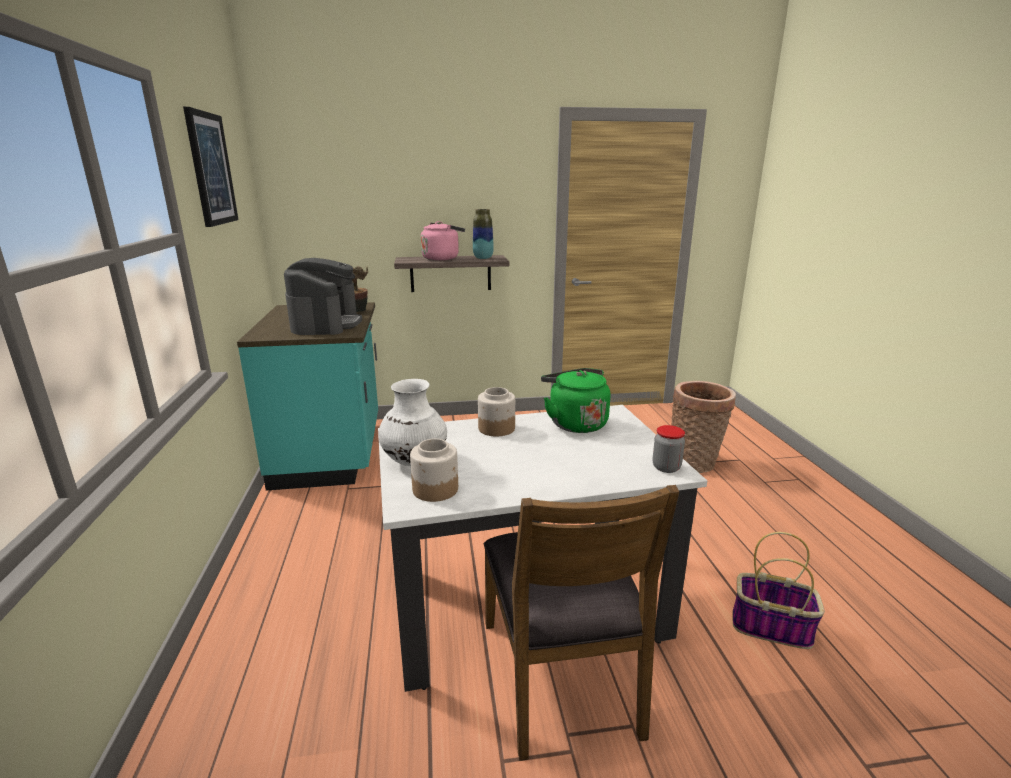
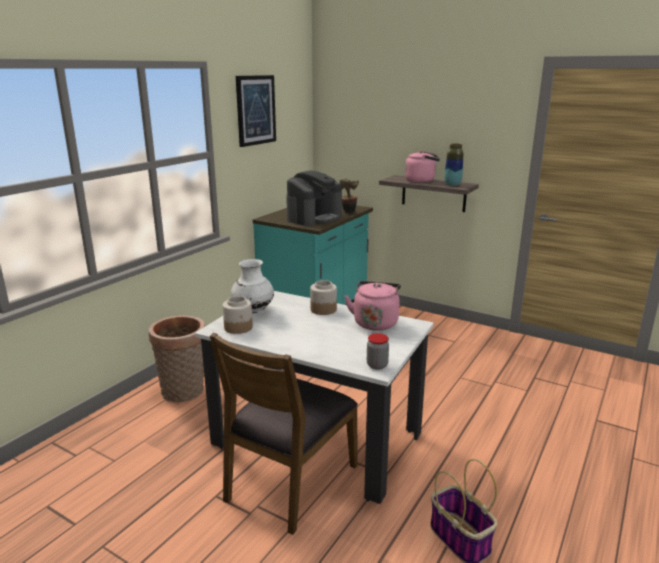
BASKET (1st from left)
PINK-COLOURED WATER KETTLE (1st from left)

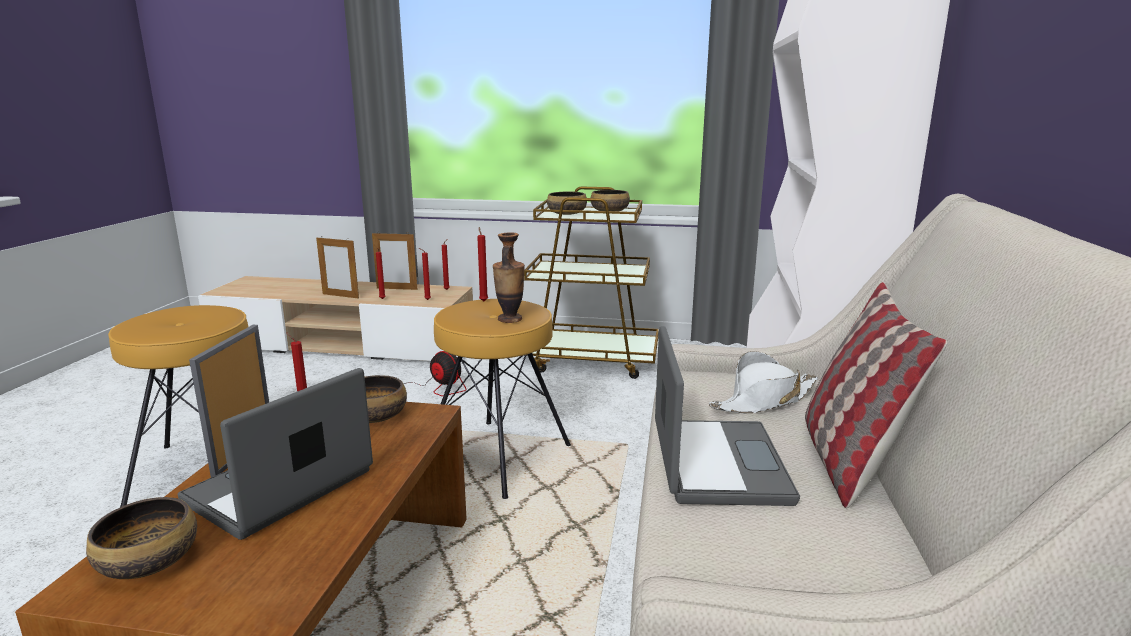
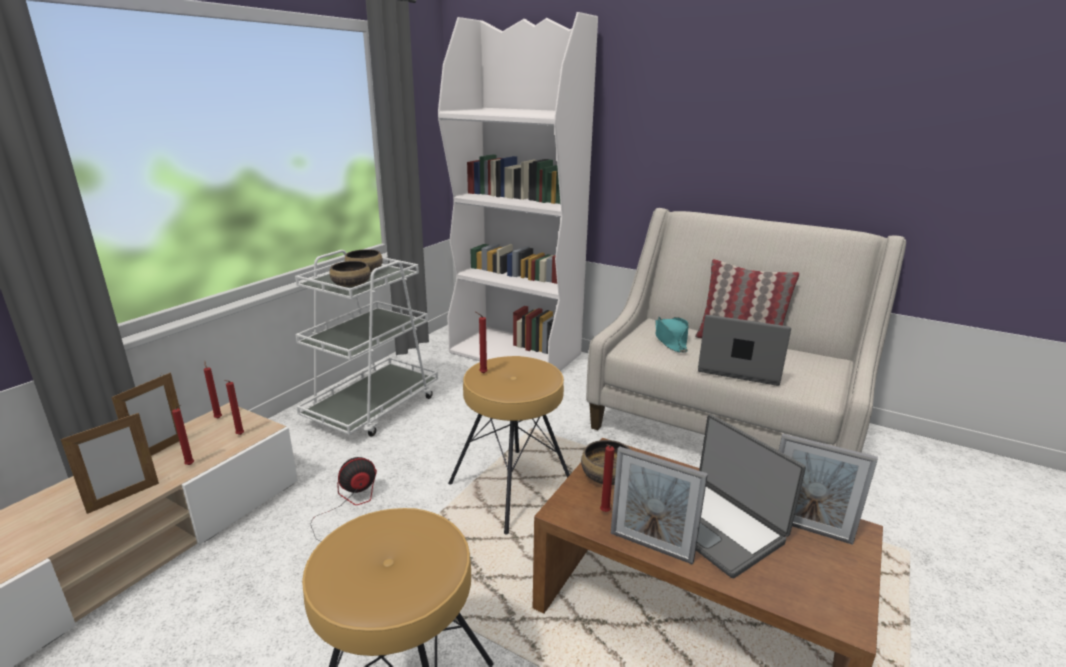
BOWL (1st from left in the first image)
DECORATIVE VASE
PHOTO FRAME (4th from left)
WHITE-COLOURED WHEELED CART
TURQUOISE WEARABLE HAT

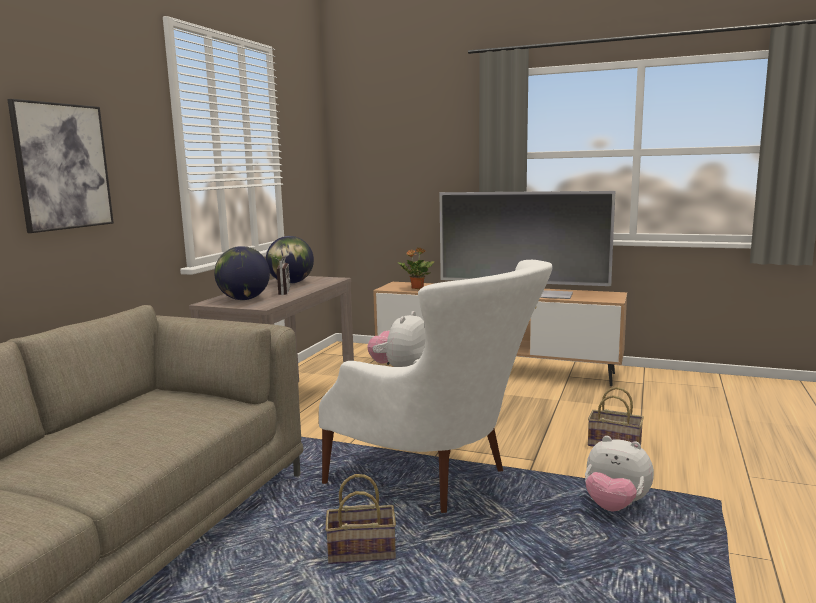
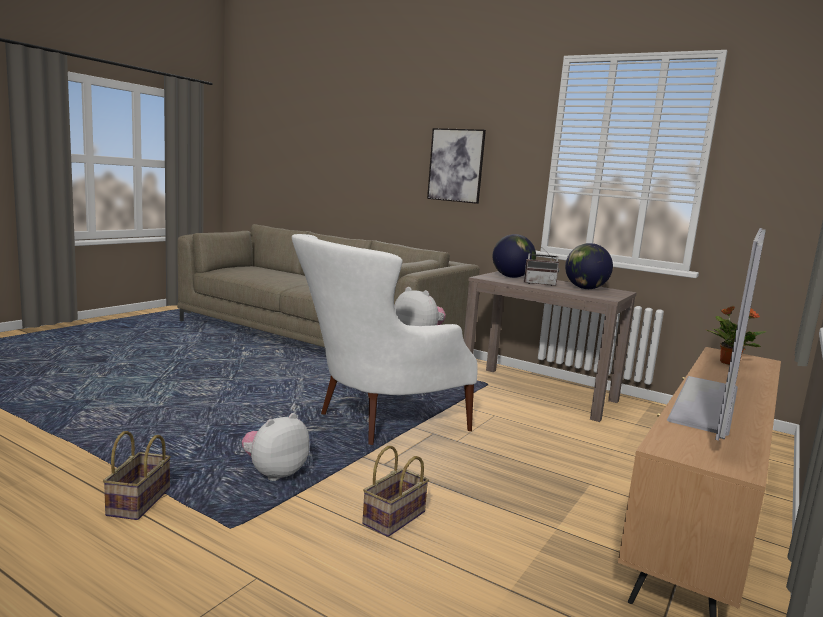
BASKET (1st from left)

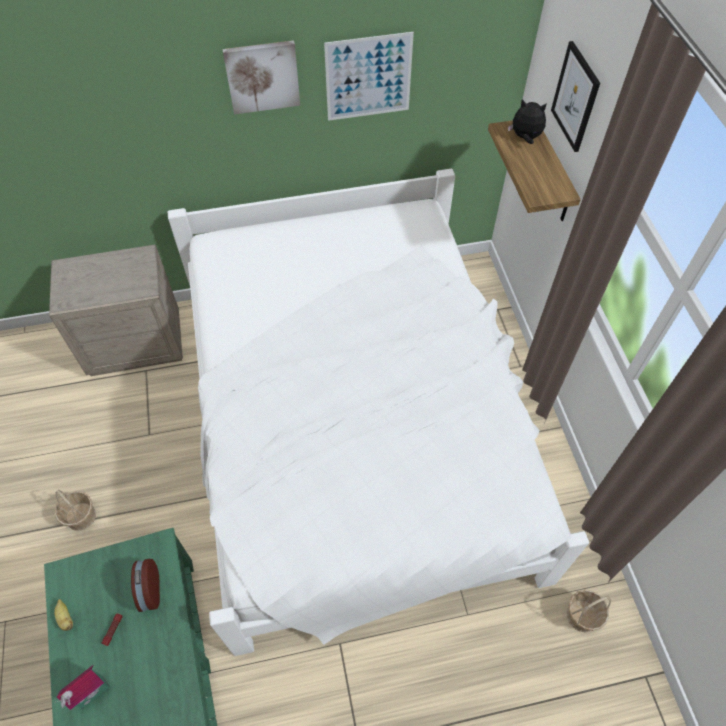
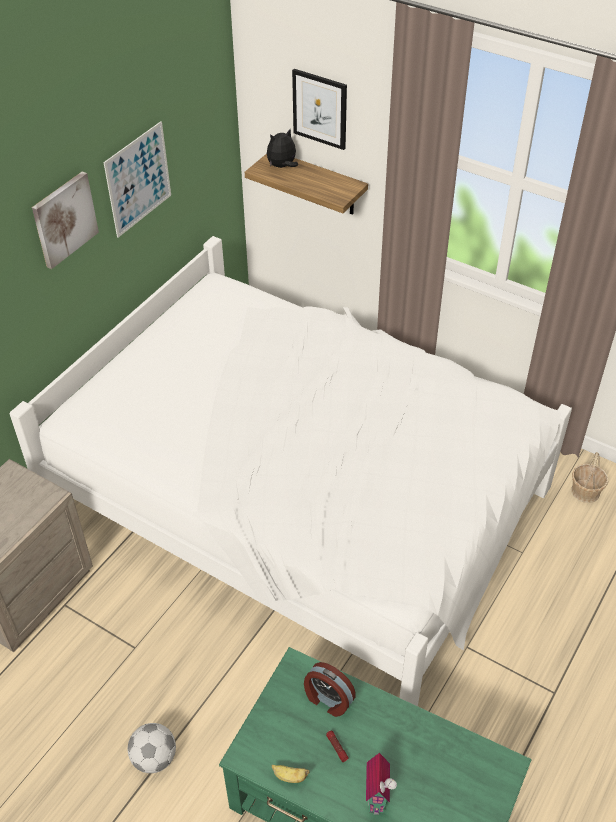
FOOTBALL BALL

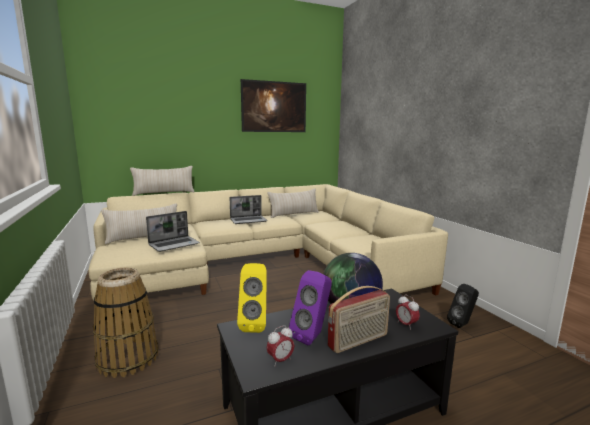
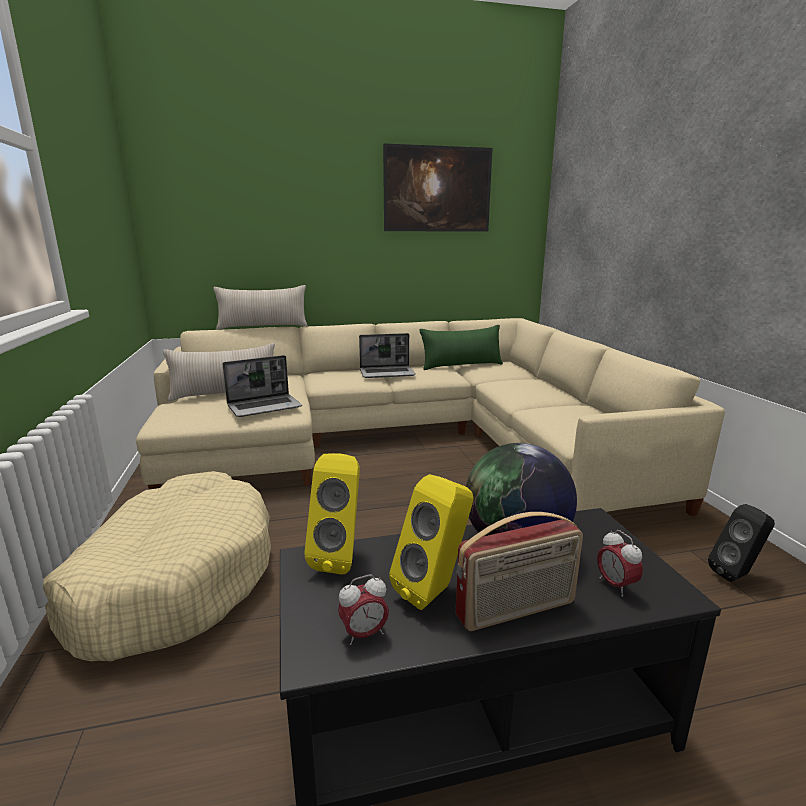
BEIGE PET BED
GREENISH THROW PILLOW
YELLOWISH AUDIO SPEAKER (2nd from left)

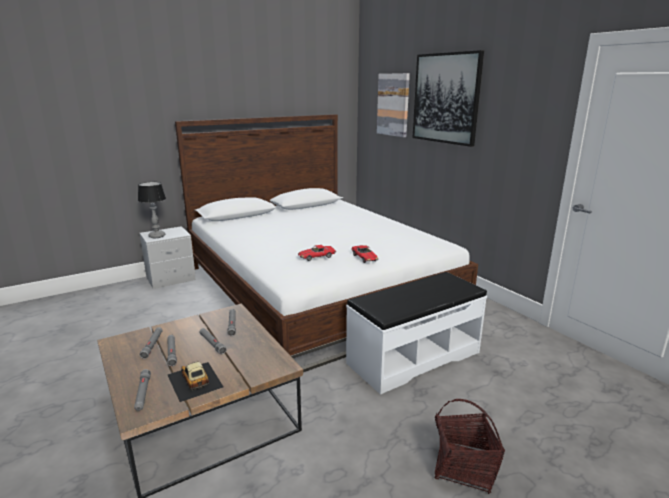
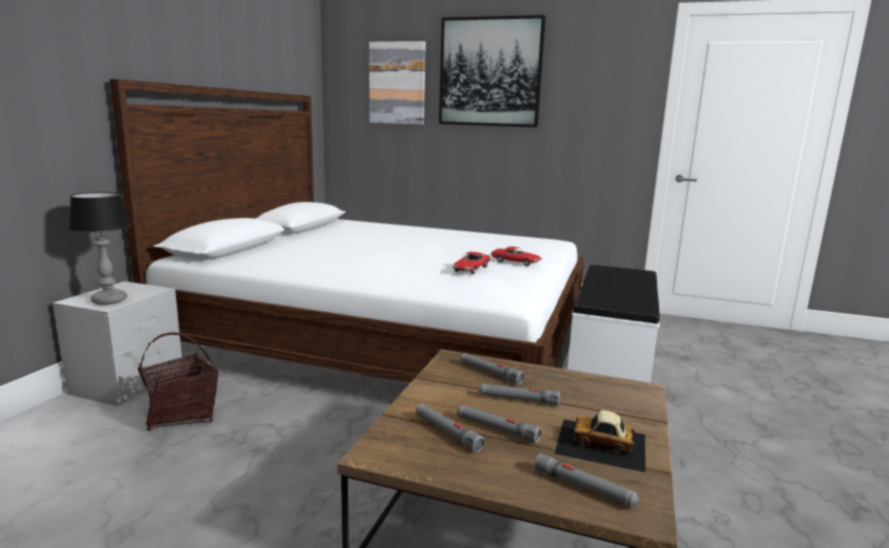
BASKET

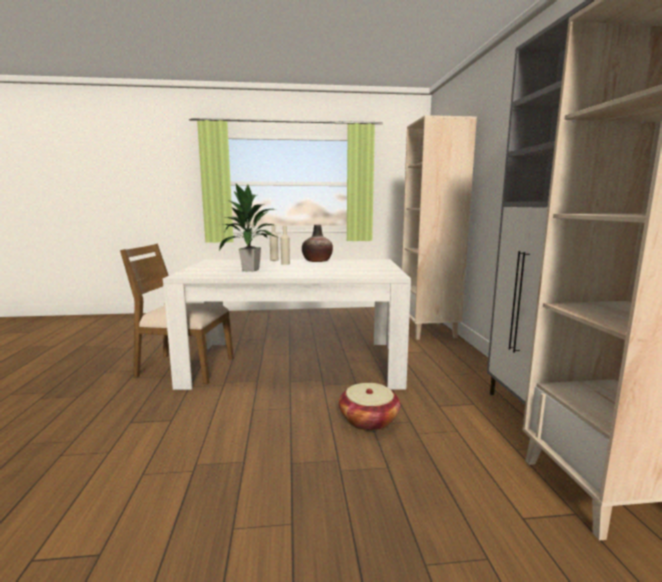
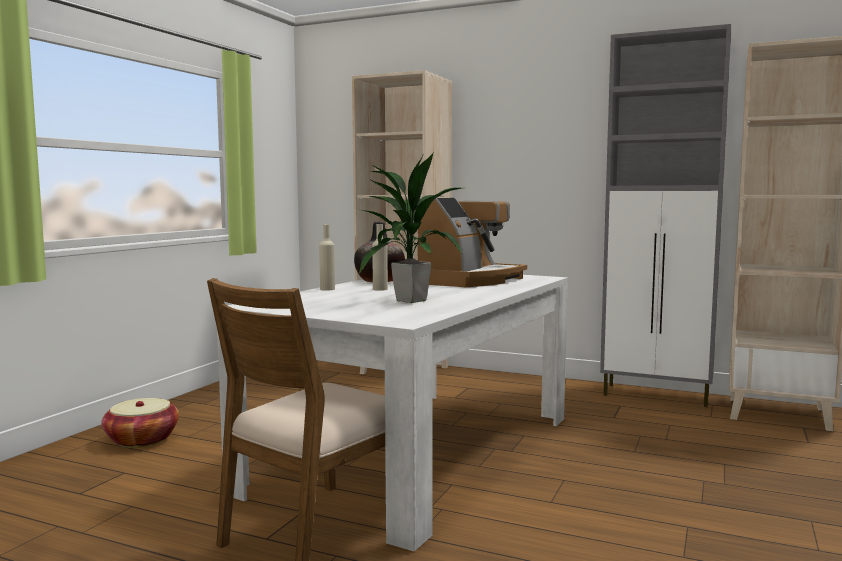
COFFEE MACHINE
BASKET

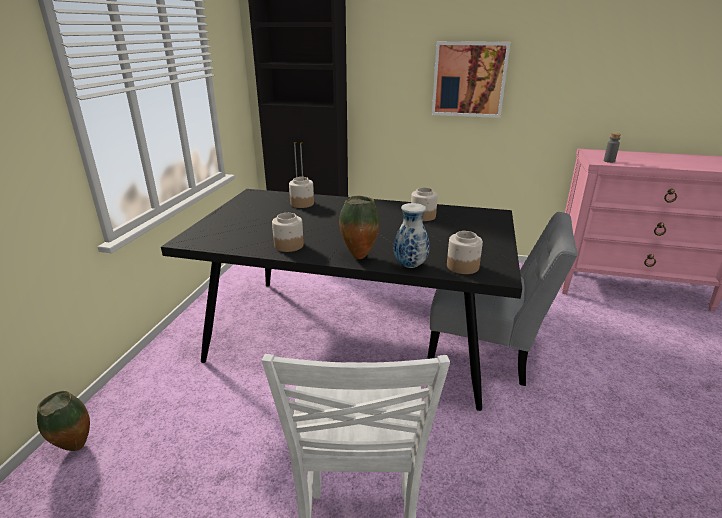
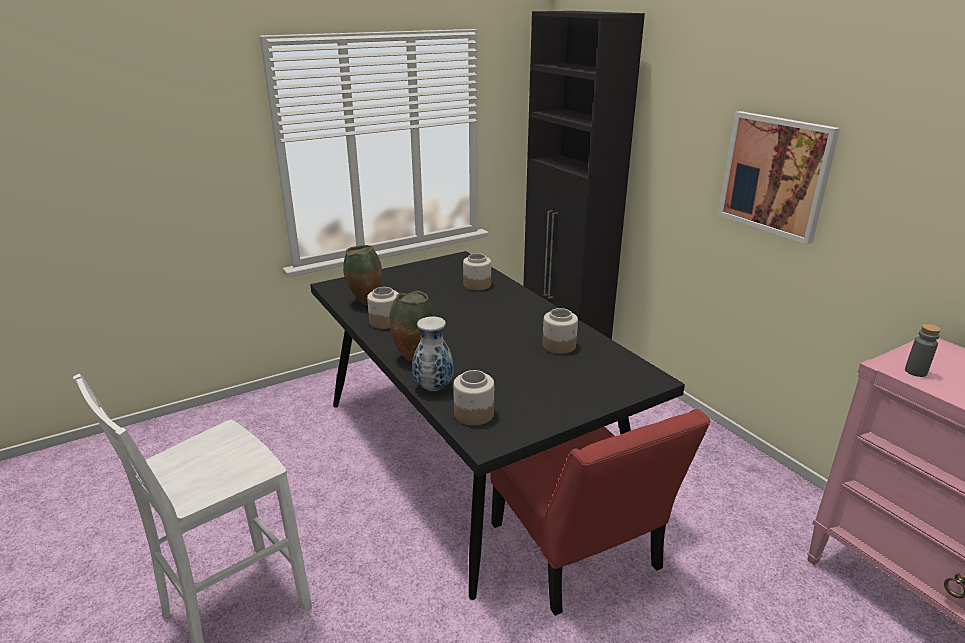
DECORATIVE VASE (1st from left)
RED-COLOURED PLAIN CHAIR

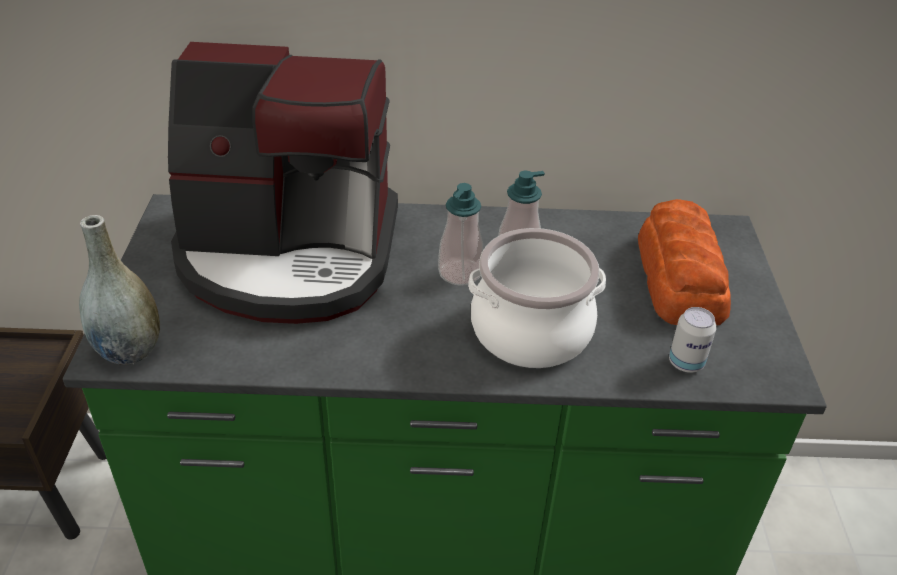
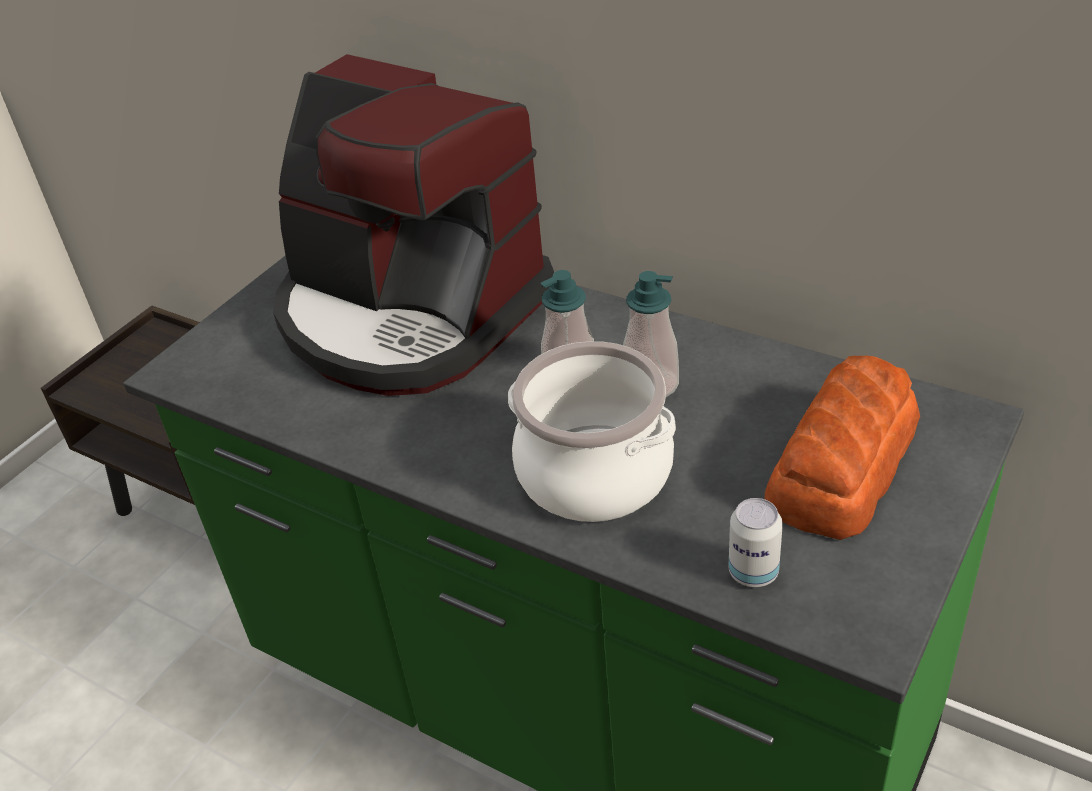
GREYISH DECORATIVE VASE

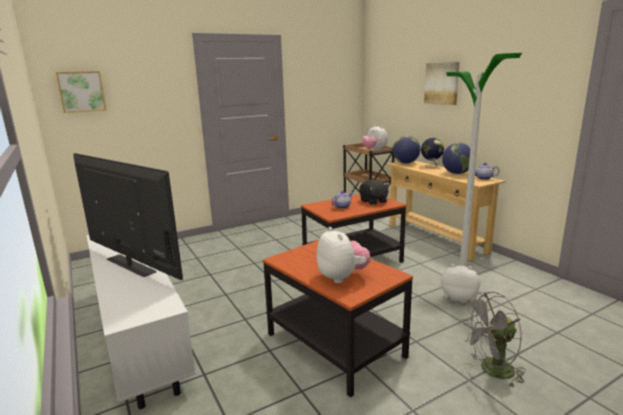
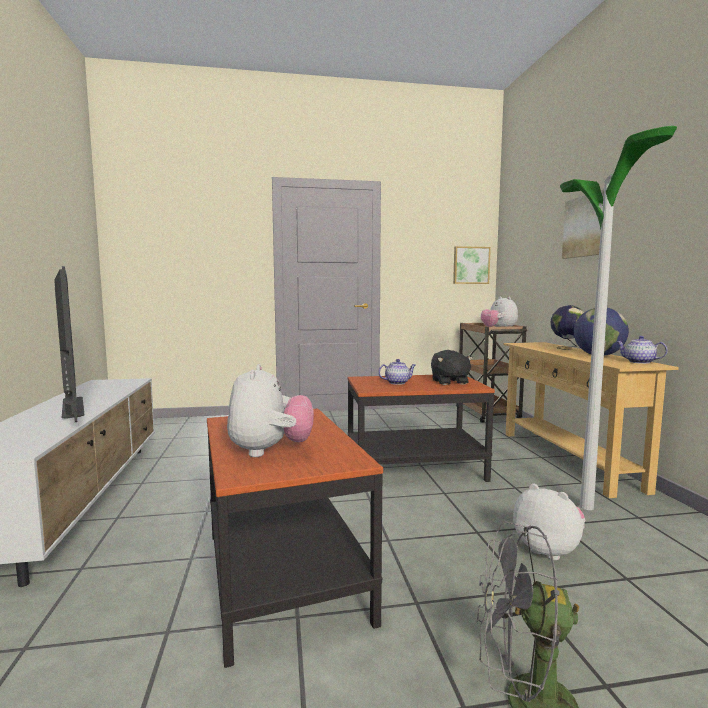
GLOBE (1st from left in the first image)
WALL PICTURE (1st from left)

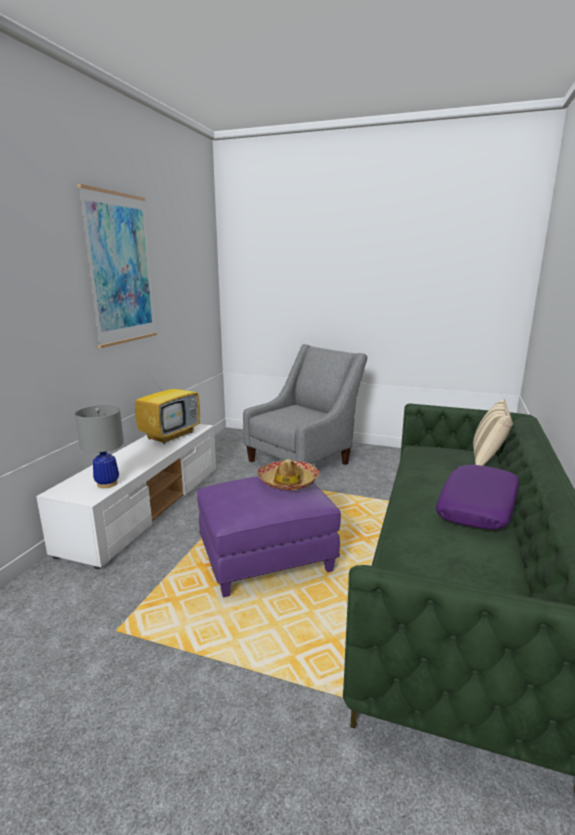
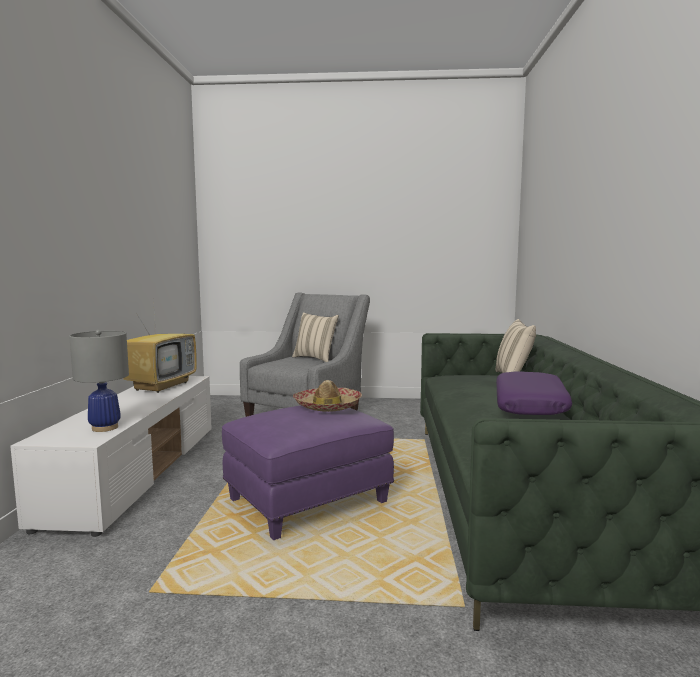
WALL PICTURE
BEIGE THROW PILLOW (1st from left)

